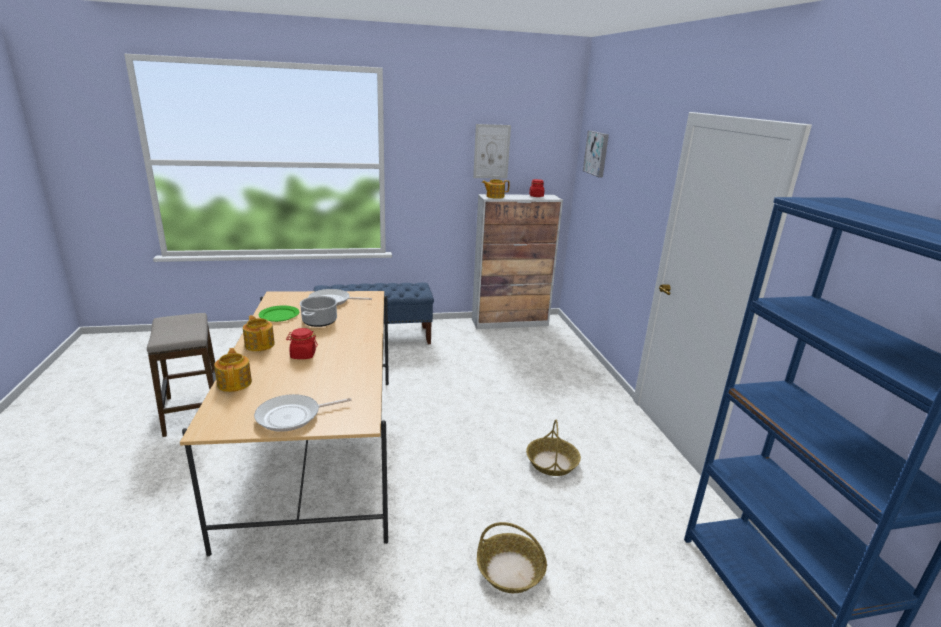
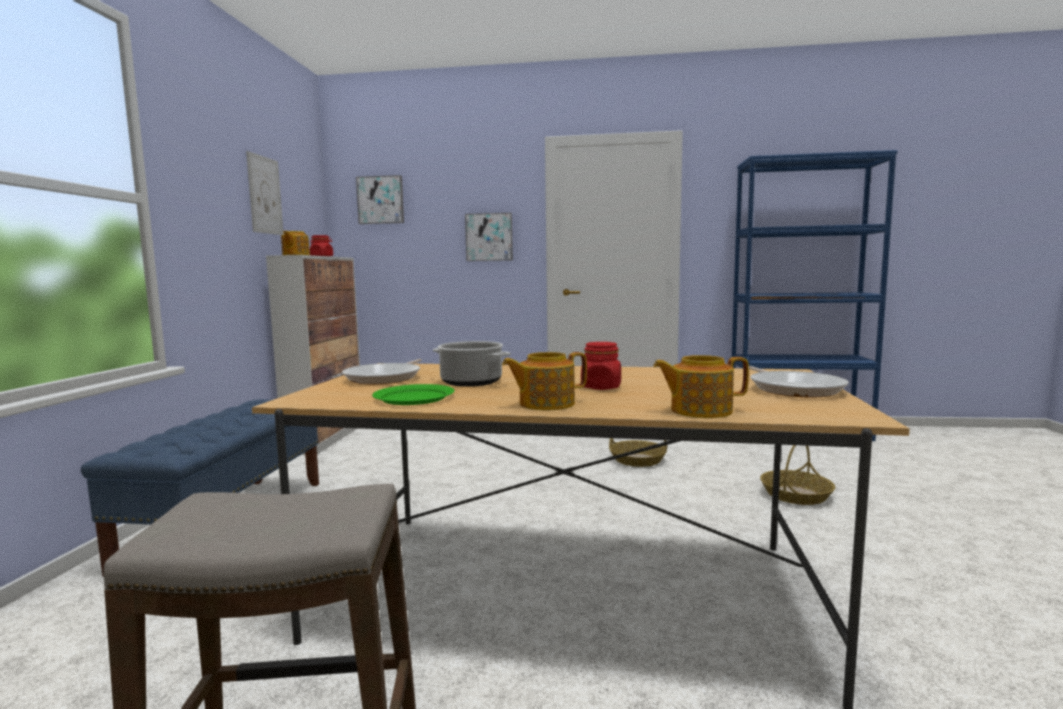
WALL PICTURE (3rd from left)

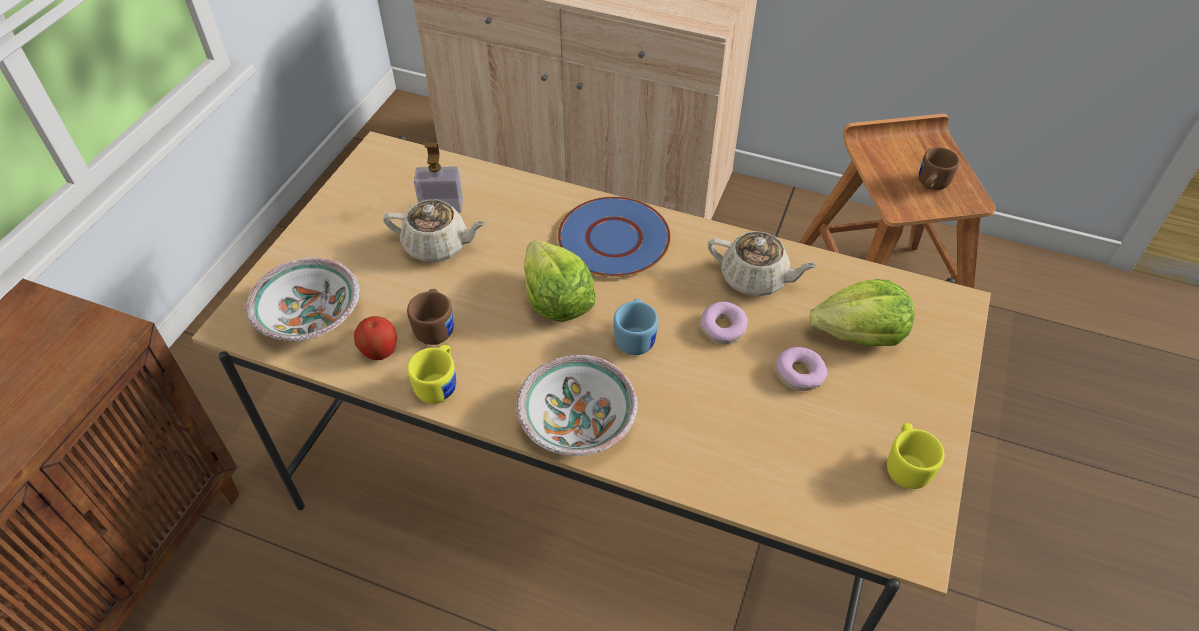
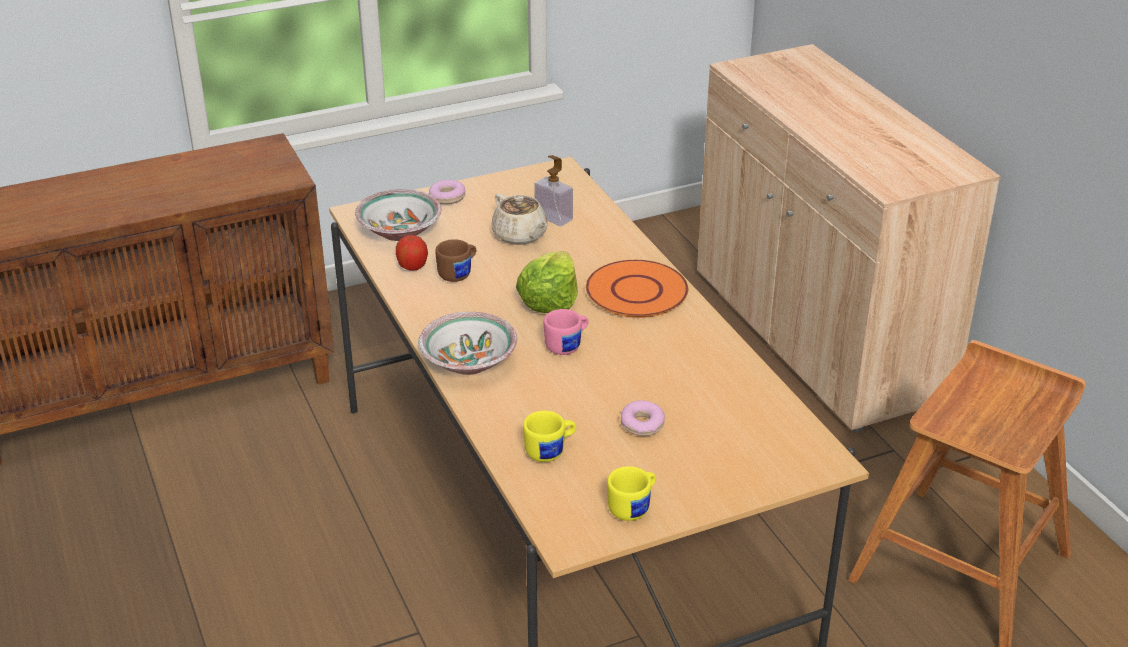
BEIGE POT FOR TEA (2nd from left in the first image)
LETTUCE (2nd from left in the first image)
BROWN-COLOURED MUG (2nd from left in the first image)
YELLOWISH MUG (1st from left)
RING DOUGHNUT (1st from left)
ORANGEY PLATE
PINK-COLOURED MUG

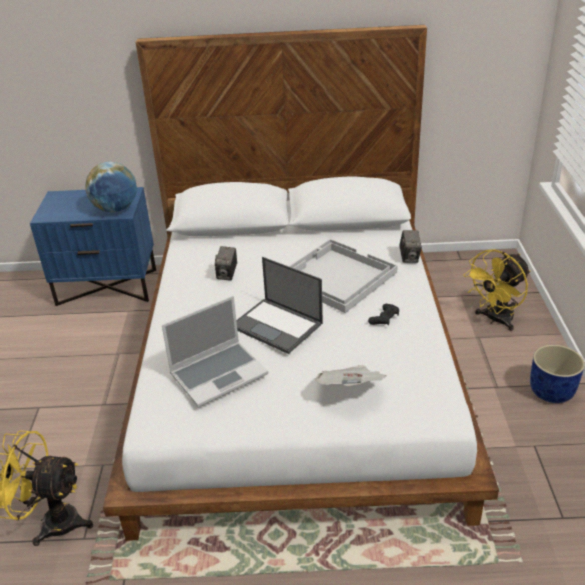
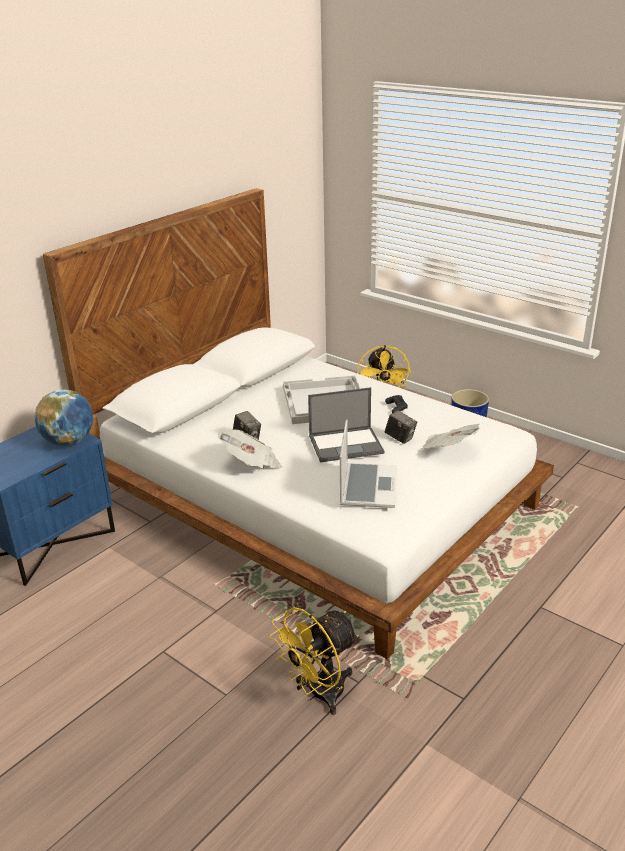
NEWSPAPER (1st from left)
STILL CAMERA (2nd from left)

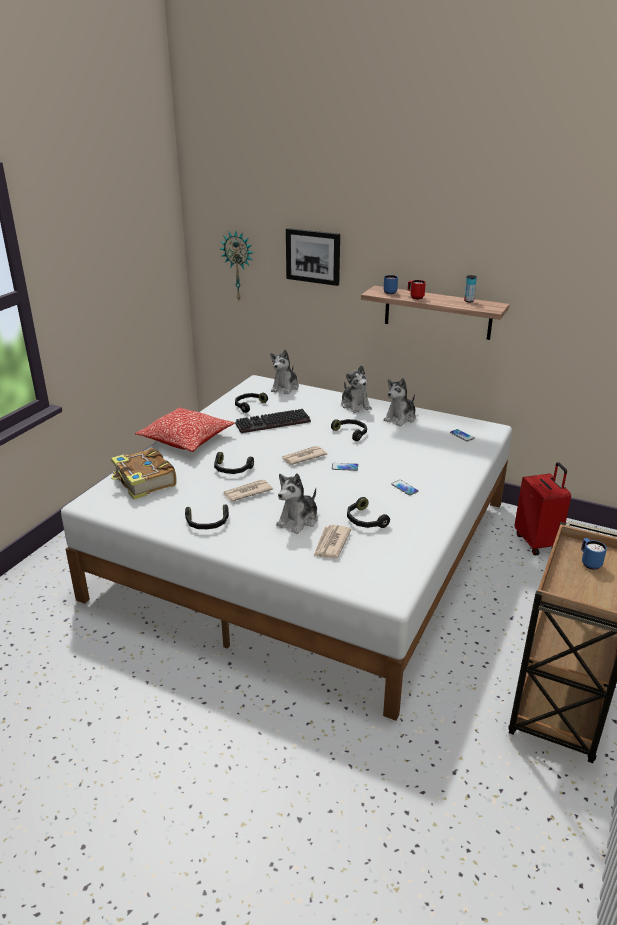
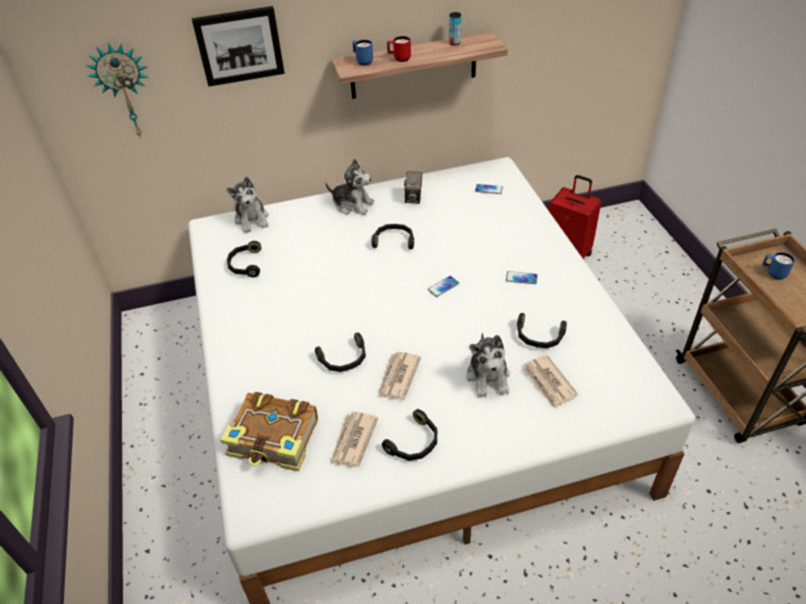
THROW PILLOW
KEYBOARD
NEWSPAPER (1st from left)
STILL CAMERA

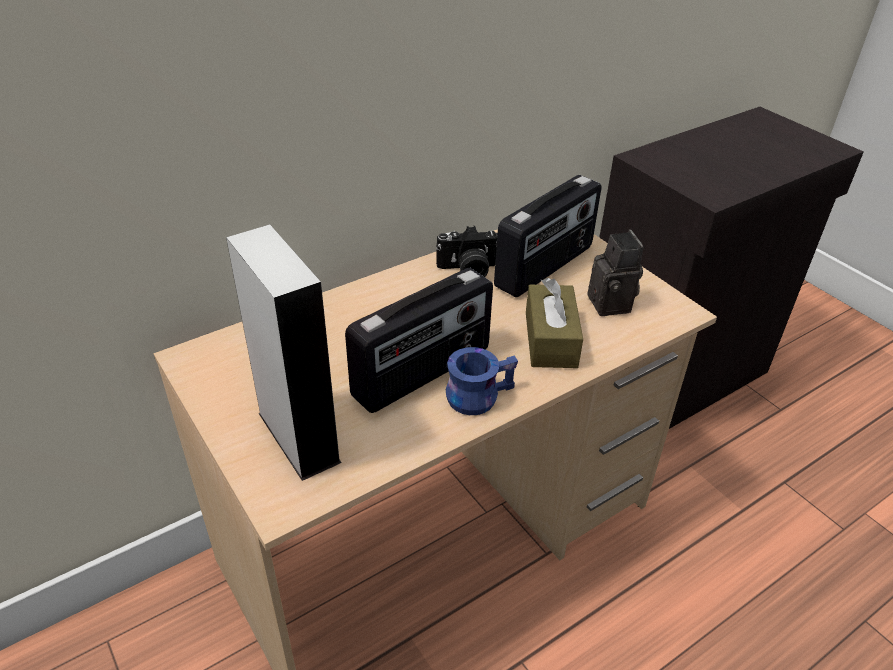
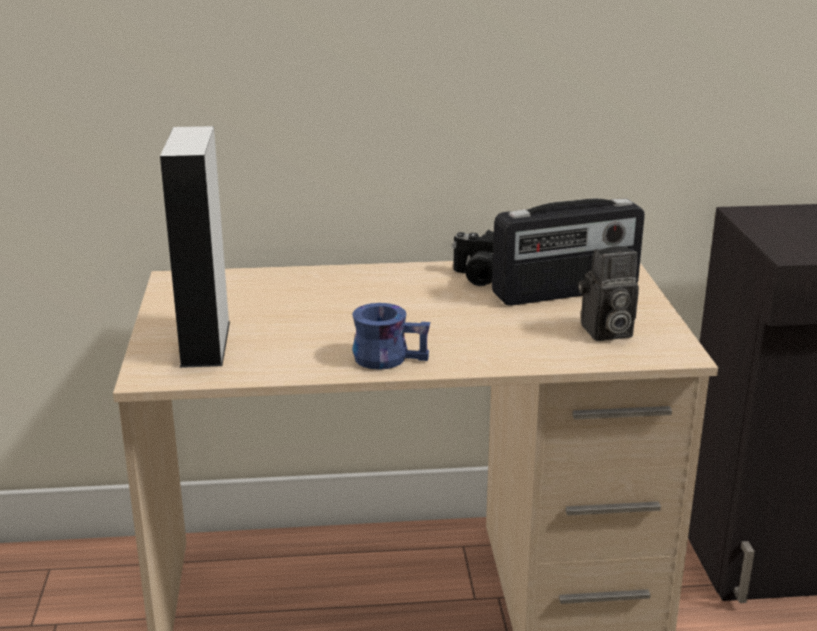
RADIO RECEIVER (1st from left in the first image)
BROWN-COLOURED TISSUE HOLDER
STILL CAMERA (2nd from left)

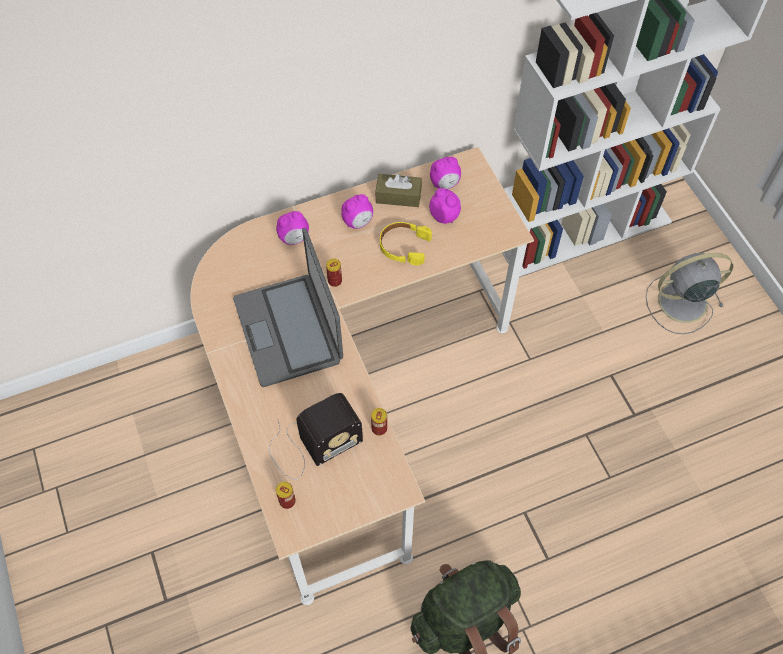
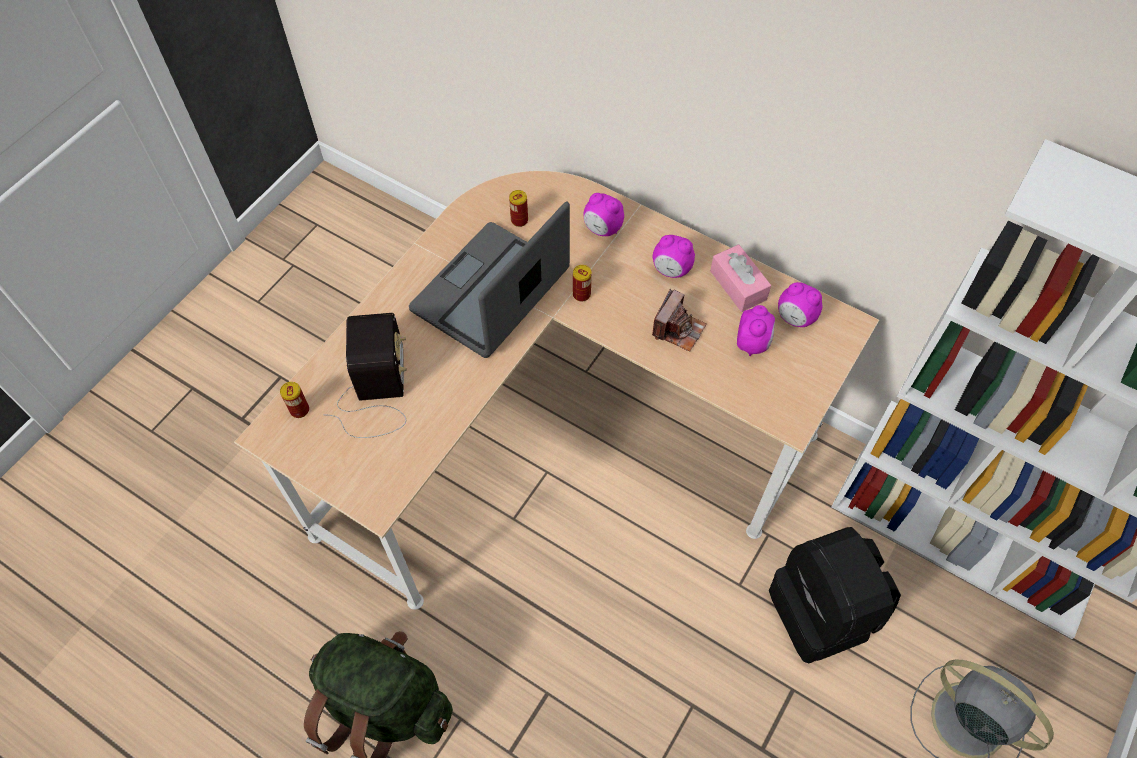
BLACK RUCKSACK
CAN (2nd from left)
STILL CAMERA
PINK-COLOURED TISSUE HOLDER
RADIO RECEIVER

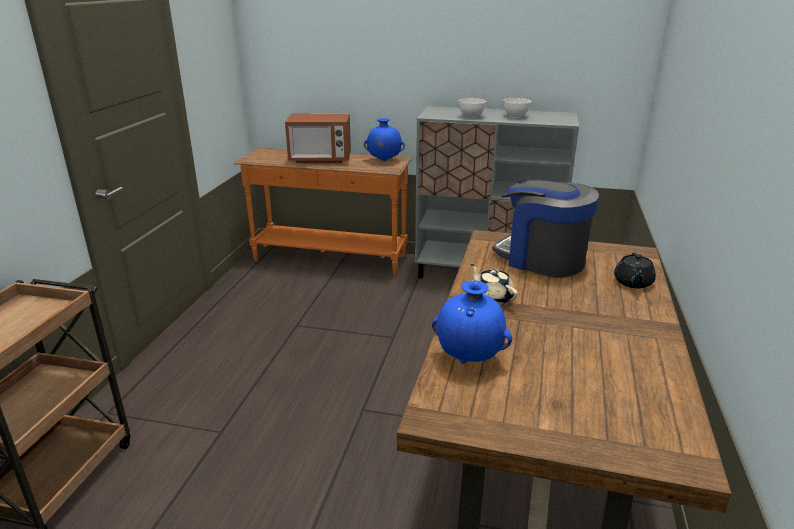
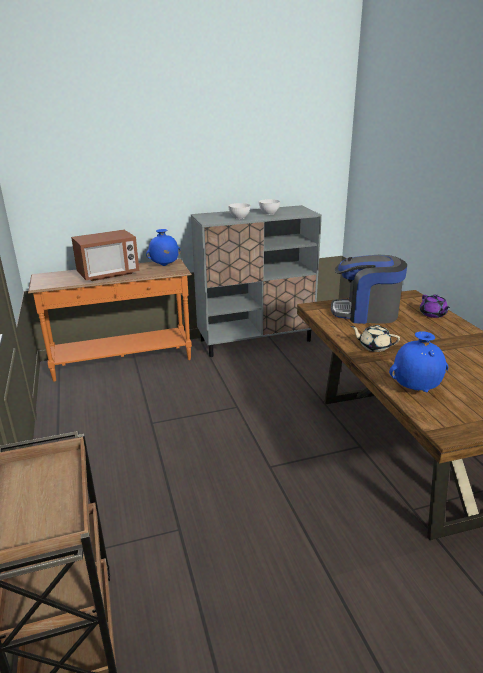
PURPLE-COLOURED POT FOR TEA

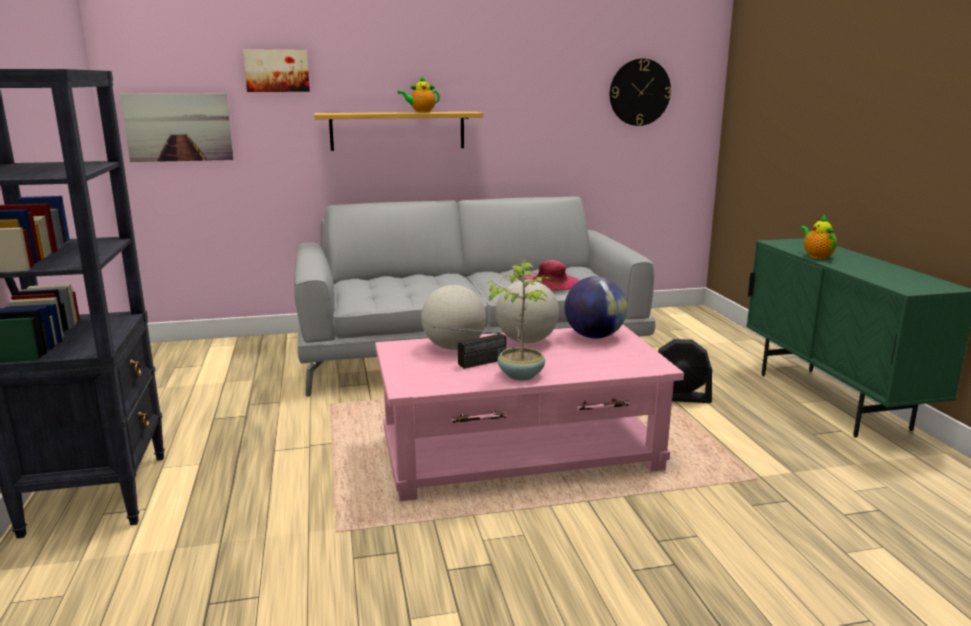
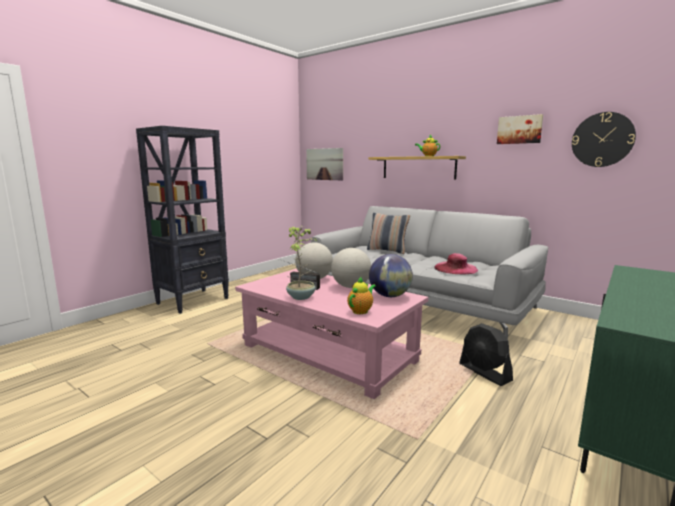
THROW PILLOW
WALL PICTURE (2nd from left)
POT FOR TEA (1st from left)

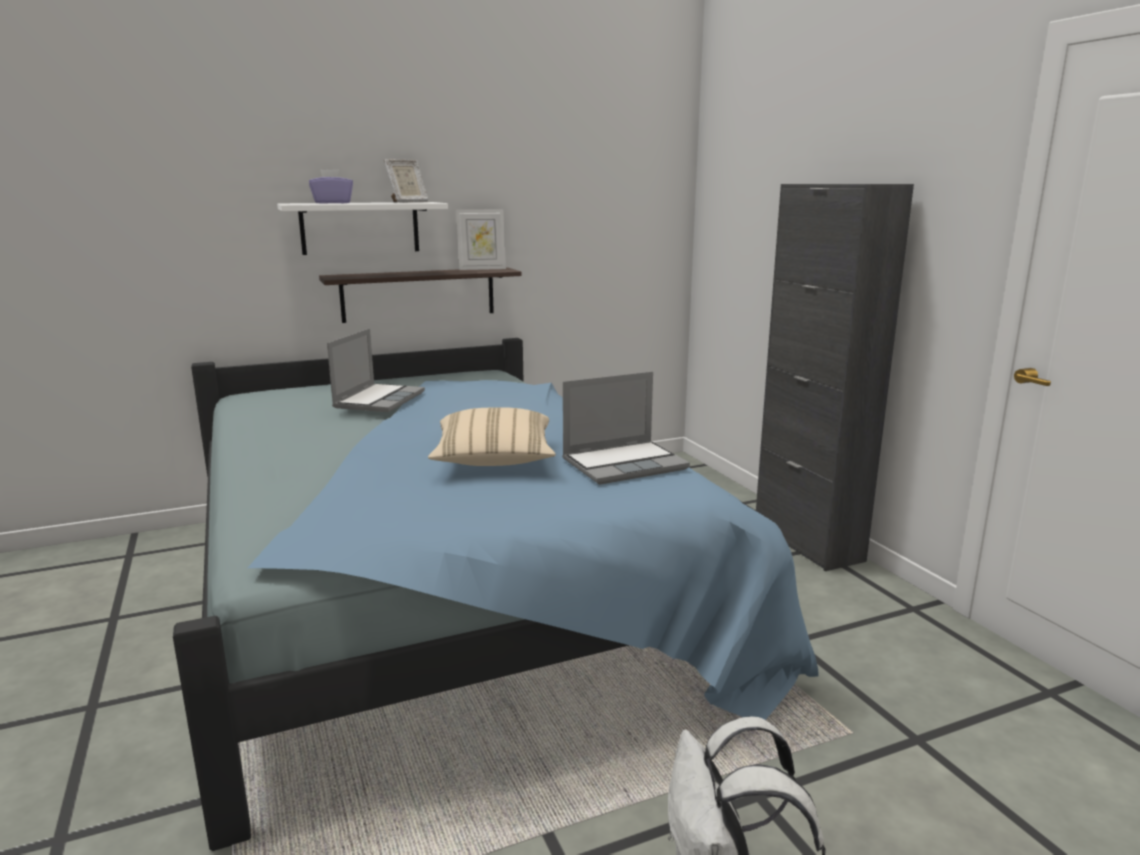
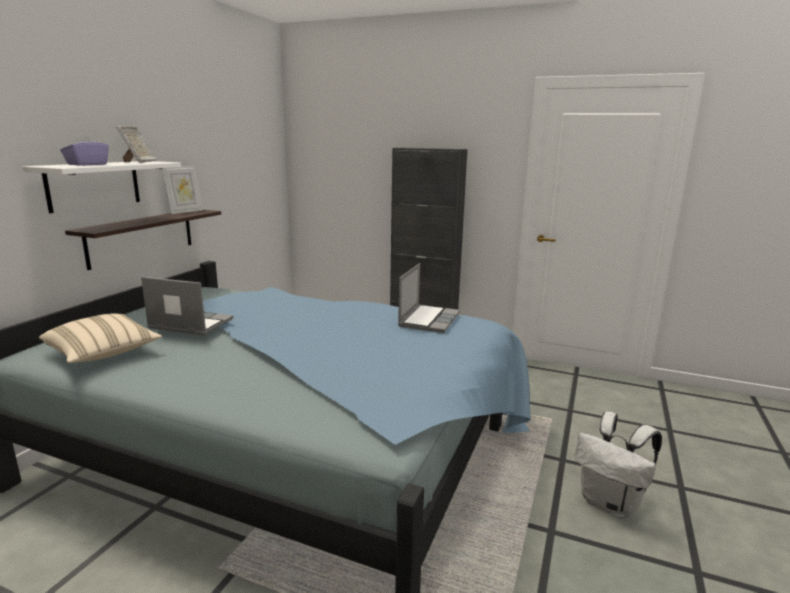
BEIGE THROW PILLOW
PORTABLE COMPUTER (1st from left)

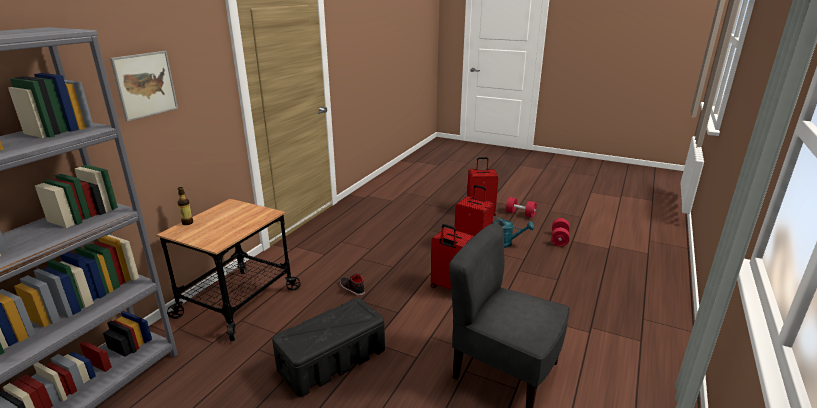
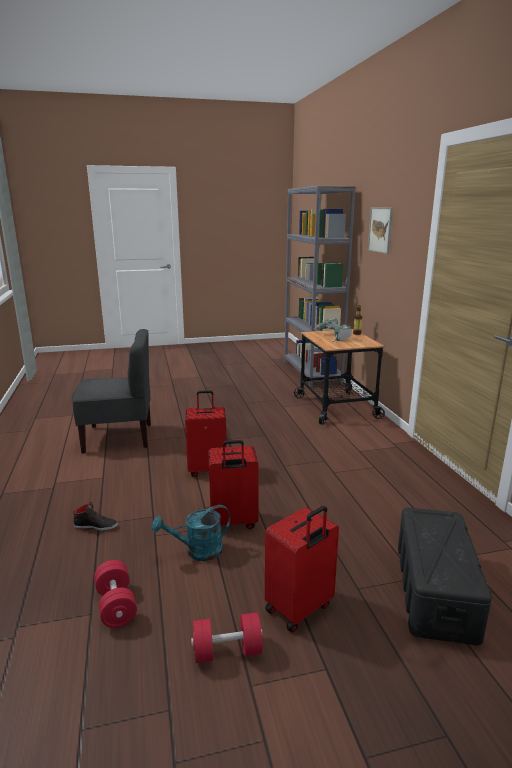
ELECTRIC DRILL
BLACK STORAGE BOX
BLACK SHOE

